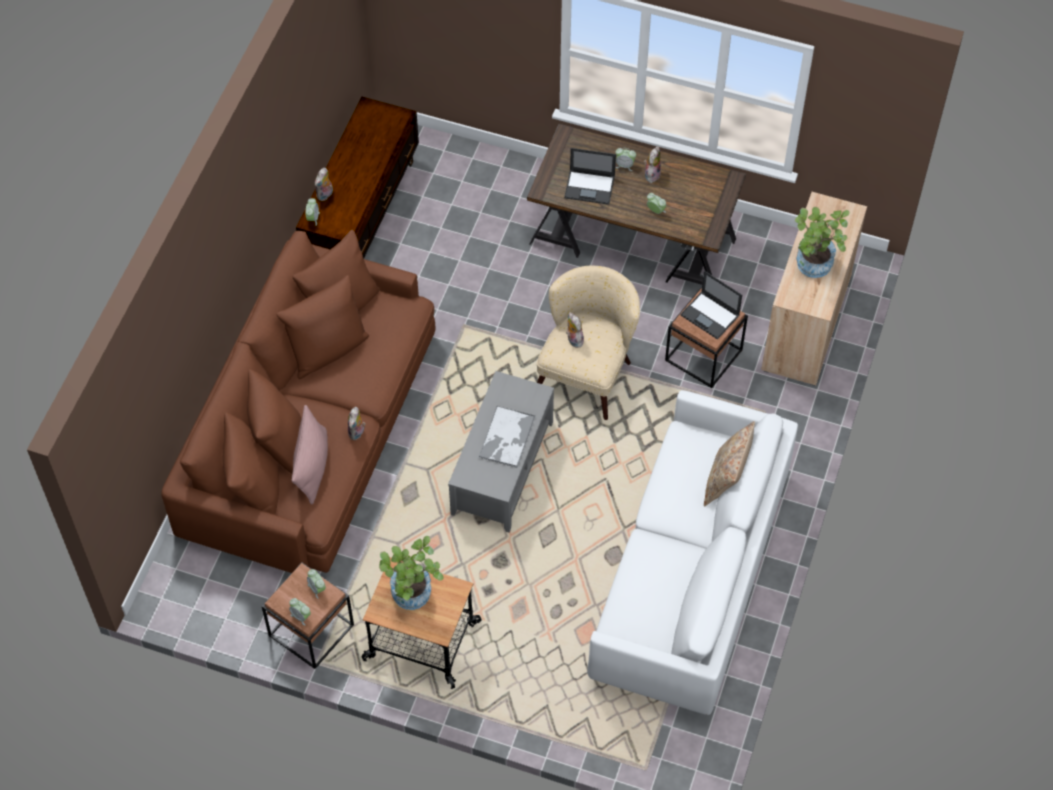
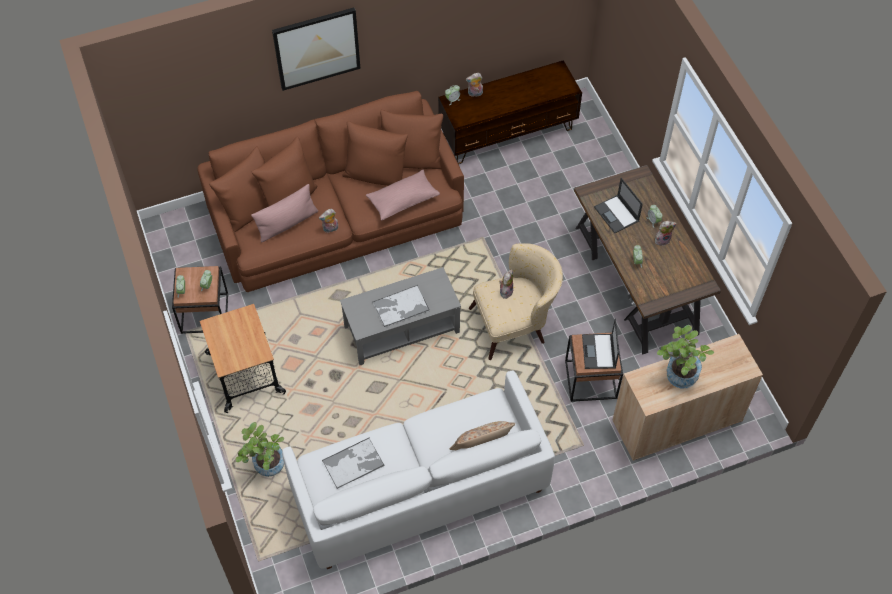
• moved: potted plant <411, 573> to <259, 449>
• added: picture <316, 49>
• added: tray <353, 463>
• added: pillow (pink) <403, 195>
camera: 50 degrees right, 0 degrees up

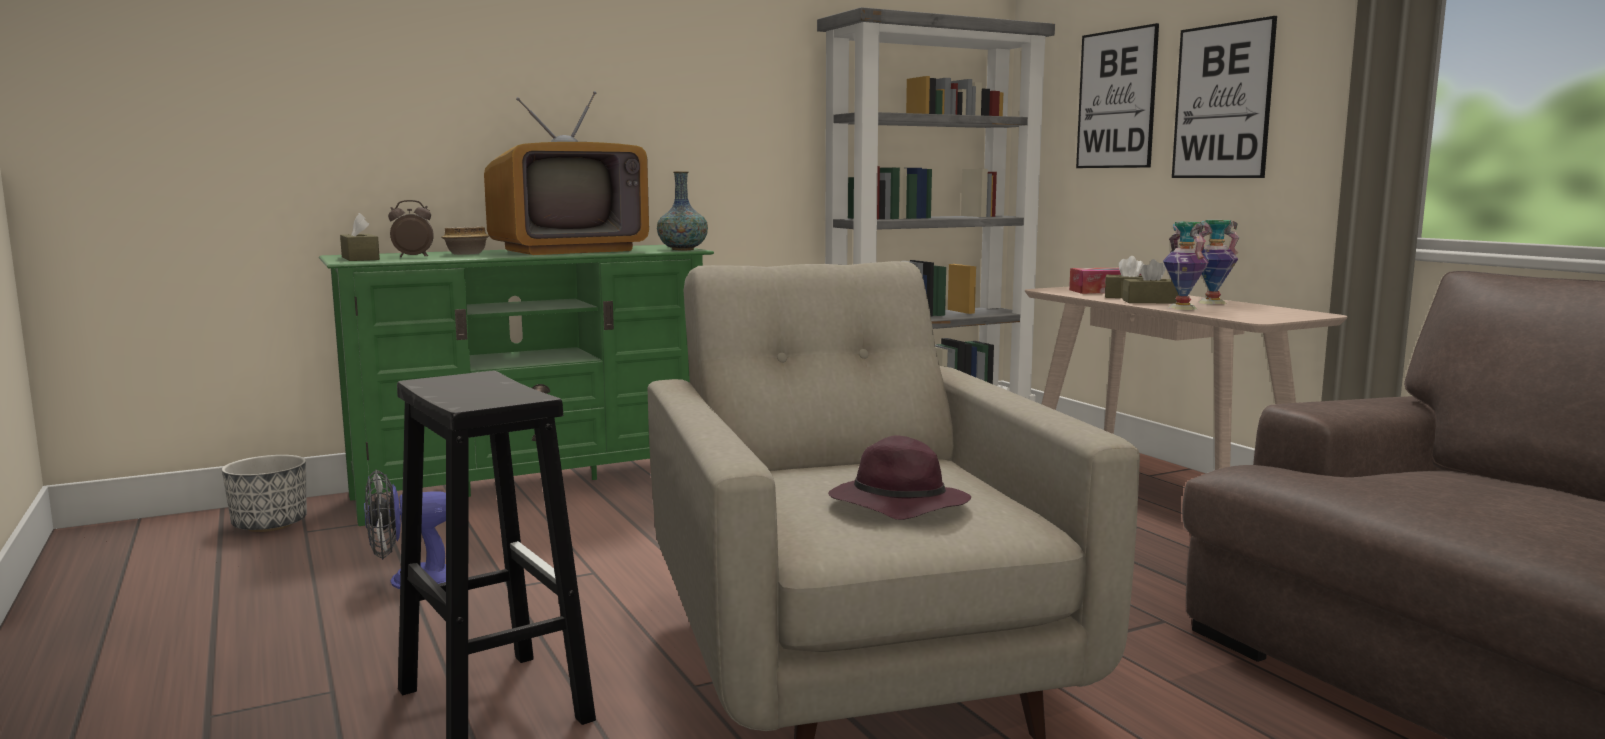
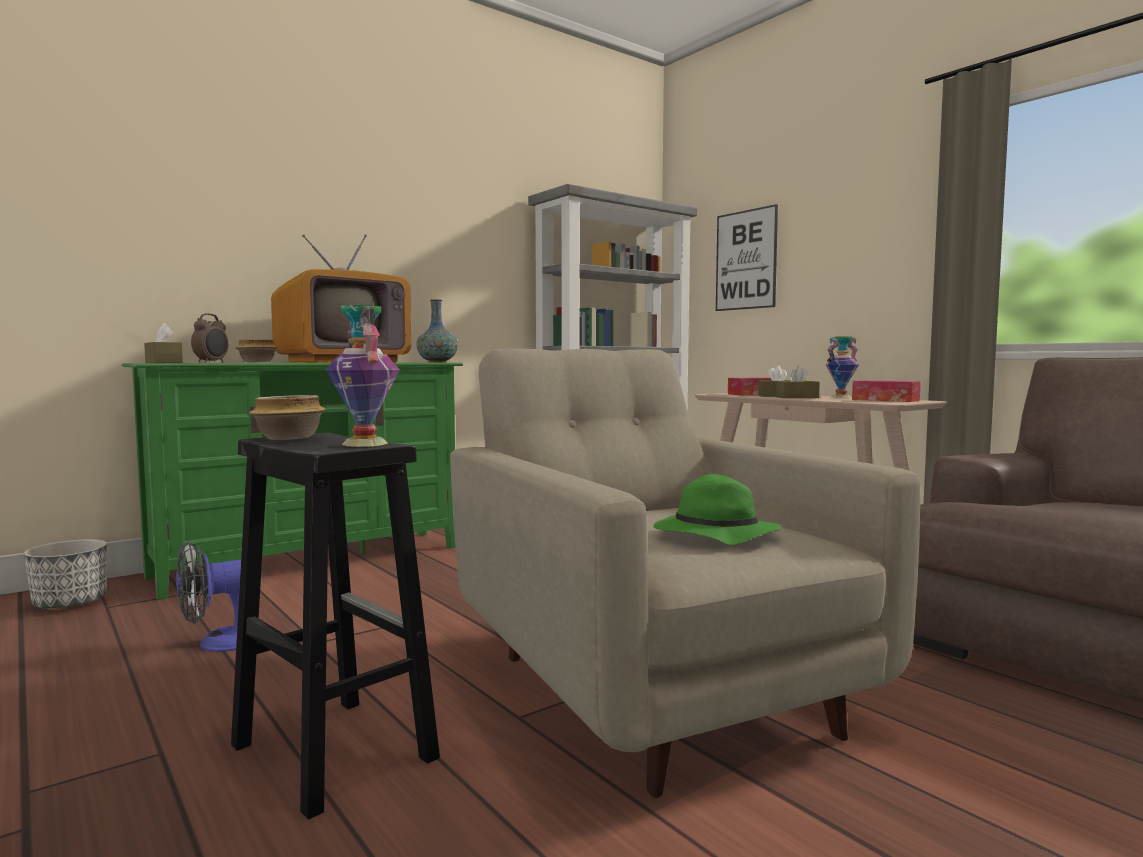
• turned: alarm clock <411, 228> = <209, 338> 135 degrees clockwise
• added: bowl <287, 417>
• moved: vase <1186, 266> to <363, 376>
• recoloured: hat (purple) <899, 478> to hat (green) <717, 509>
• added: tissue box <886, 391>
• removed: picture <1224, 97>
camera: 10 degrees left, 5 degrees down

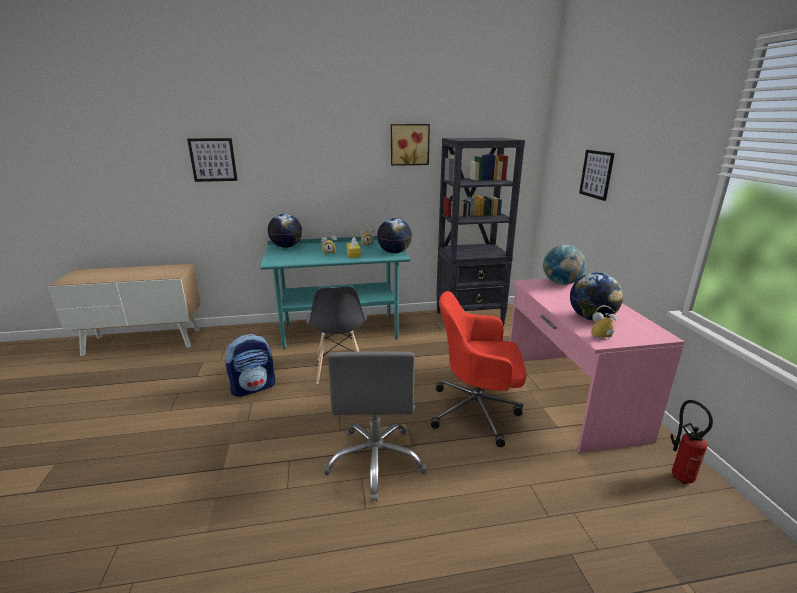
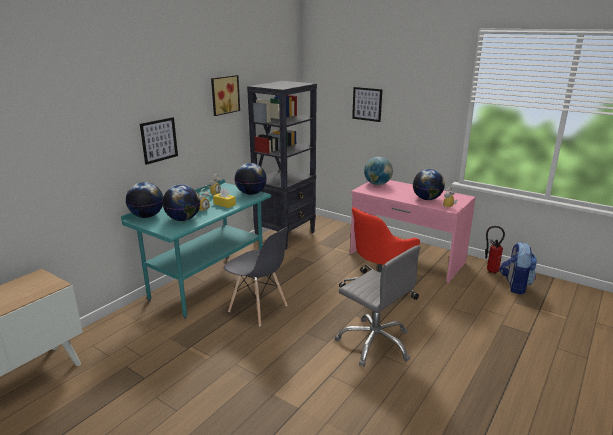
• moved: picture <212, 160> to <159, 141>
• added: globe <181, 202>
• moved: backpack <250, 365> to <518, 268>
camera: 45 degrees left, 0 degrees up

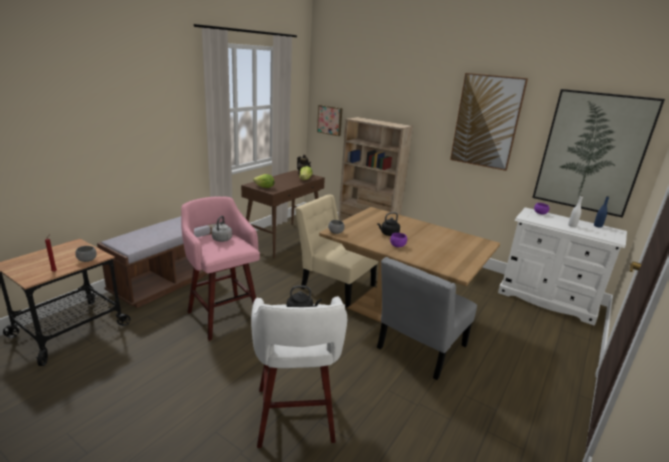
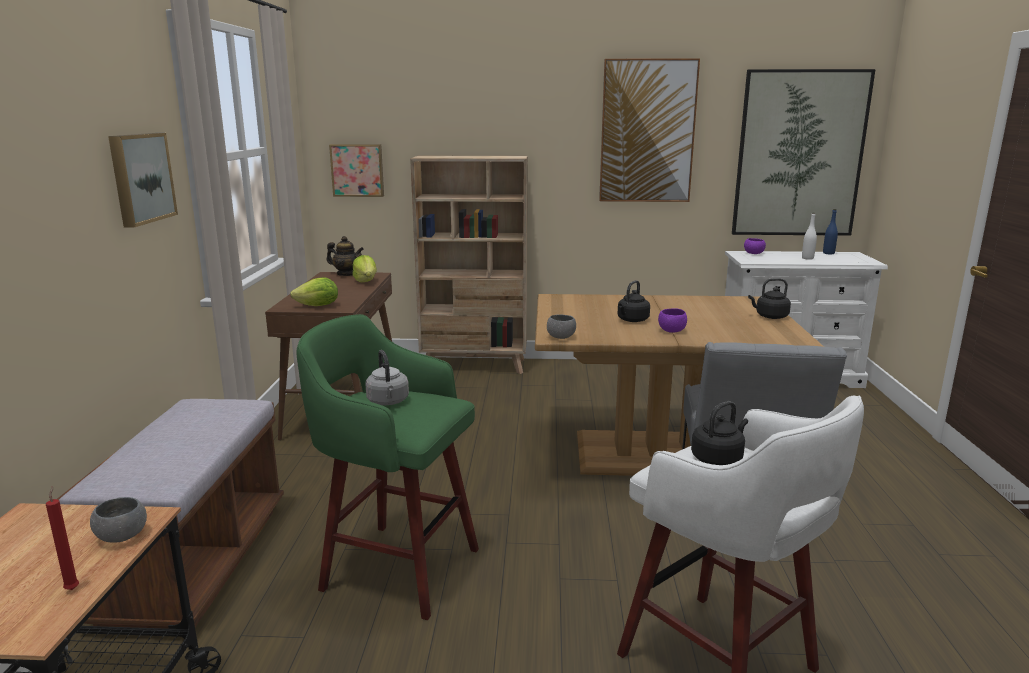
• added: picture <143, 180>
• recoloured: stool (pink) <220, 268> to stool (green) <388, 467>
• added: kettle (black) <769, 298>
• removed: chair (beige) <336, 250>
camera: 30 degrees left, 5 degrees down

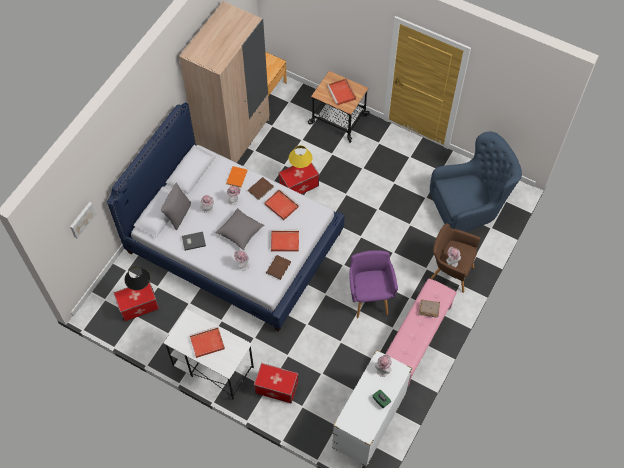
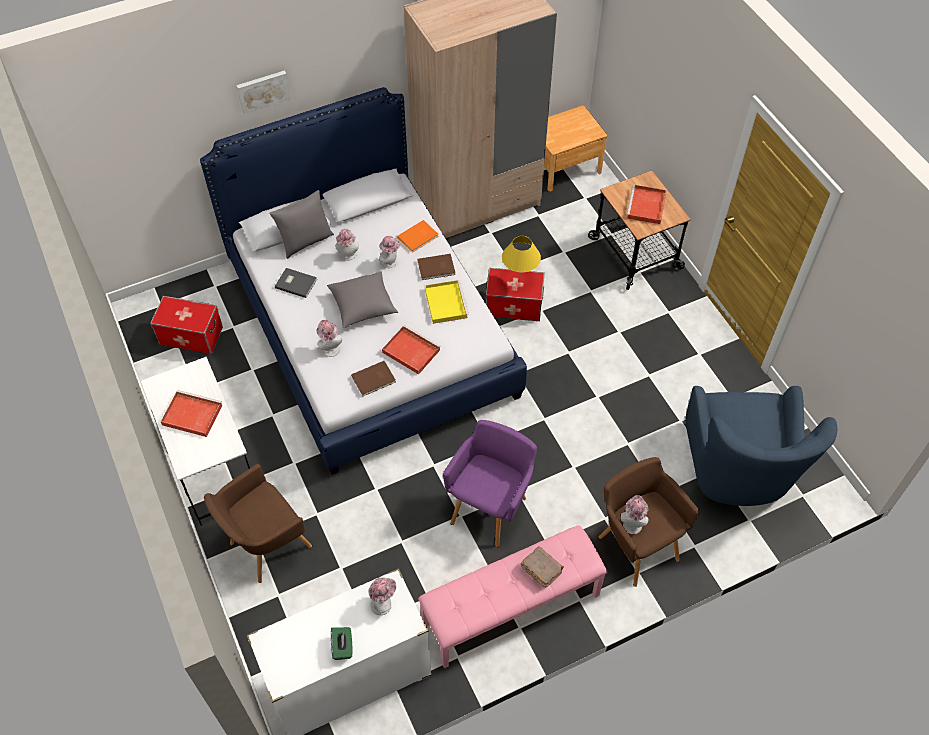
• replaced: storage box <276, 383> to armchair (brown) <258, 523>
• moved: picture <83, 220> to <263, 92>
• recoloured: tray (red) <281, 204> to tray (yellow) <447, 302>
• turned: armchair (blue) <476, 182> = <761, 446> 75 degrees clockwise
• removed: table lamp (black) <137, 279>
camera: 35 degrees right, 5 degrees down

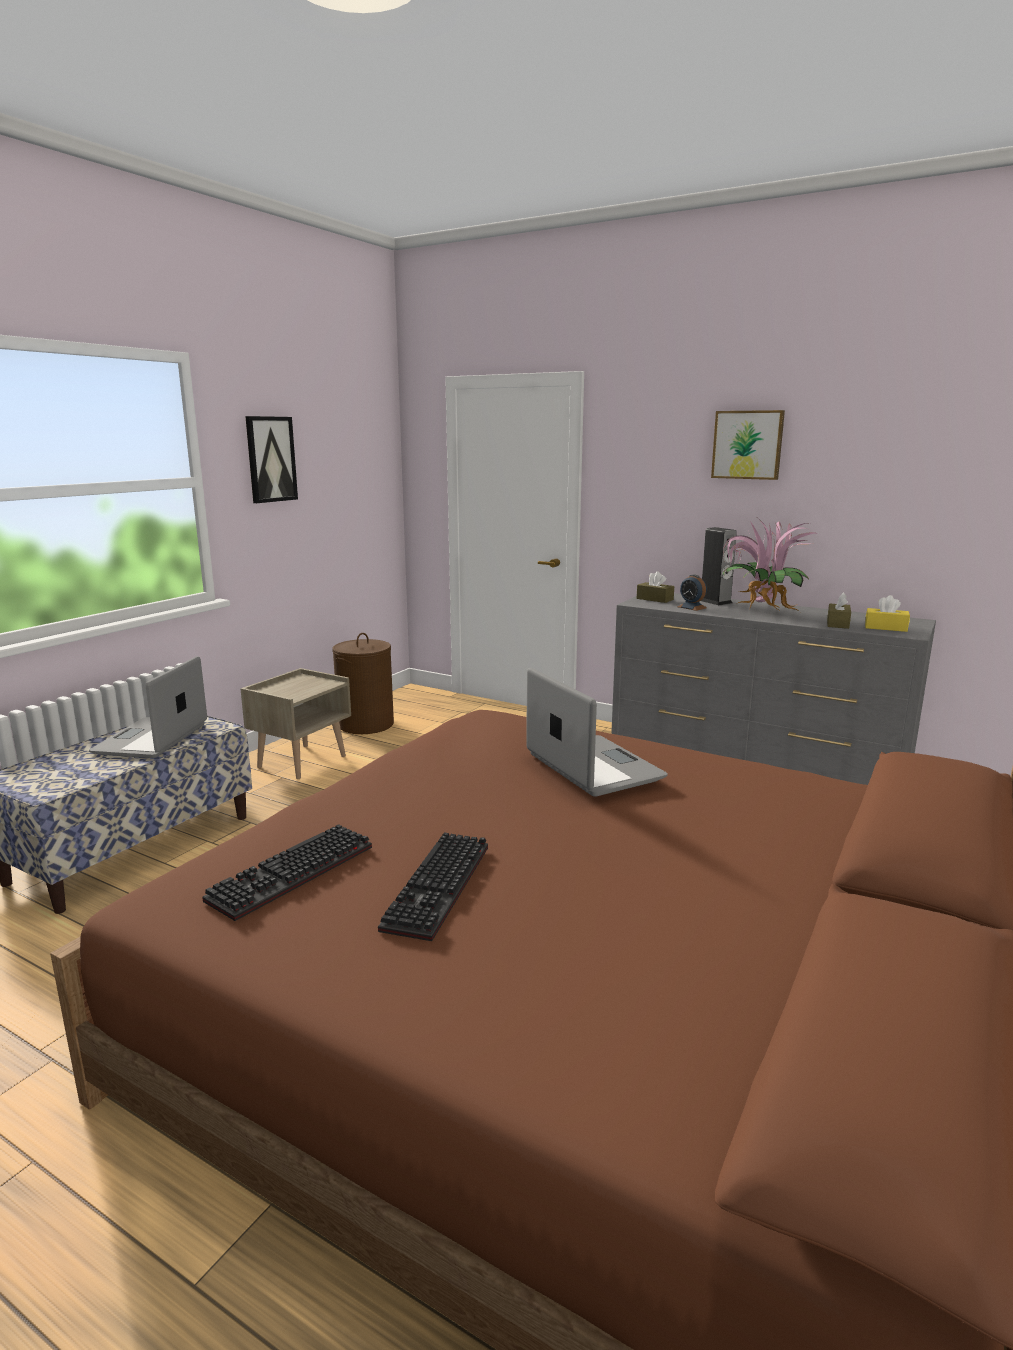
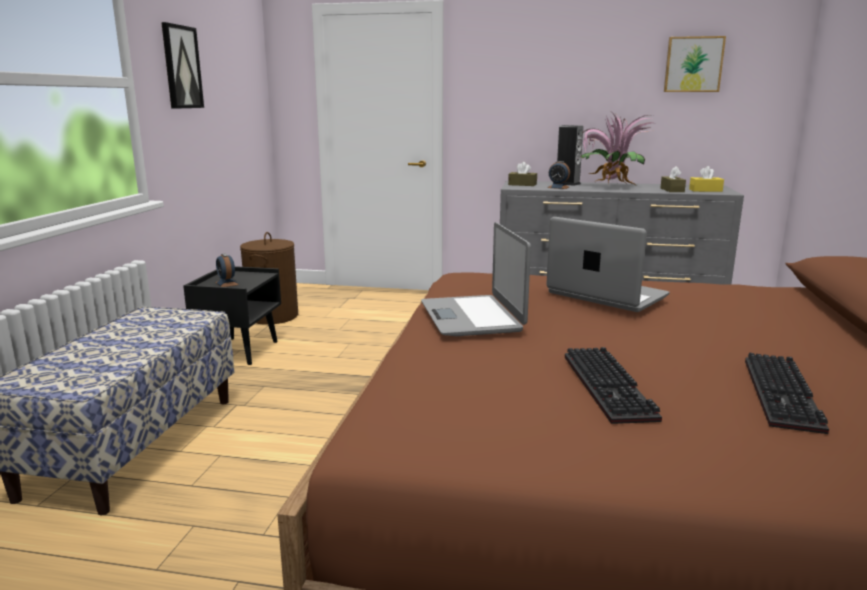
• recoloured: nightstand (beige) <295, 723> to nightstand (black) <232, 315>
• added: alarm clock <227, 270>
• moved: laptop <148, 707> to <476, 279>
• moved: picture <748, 445> to <695, 64>
• moved: keyboard <287, 872> to <787, 393>
camera: 20 degrees left, 0 degrees up

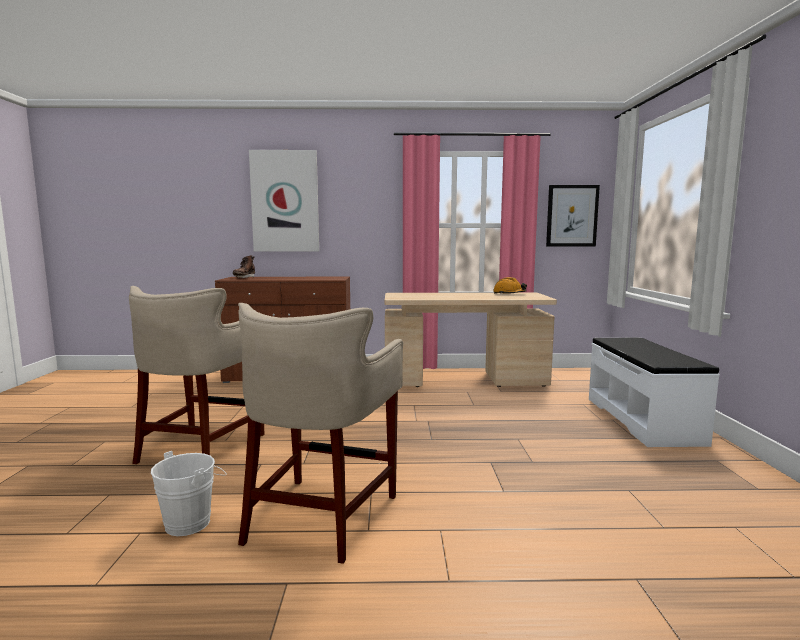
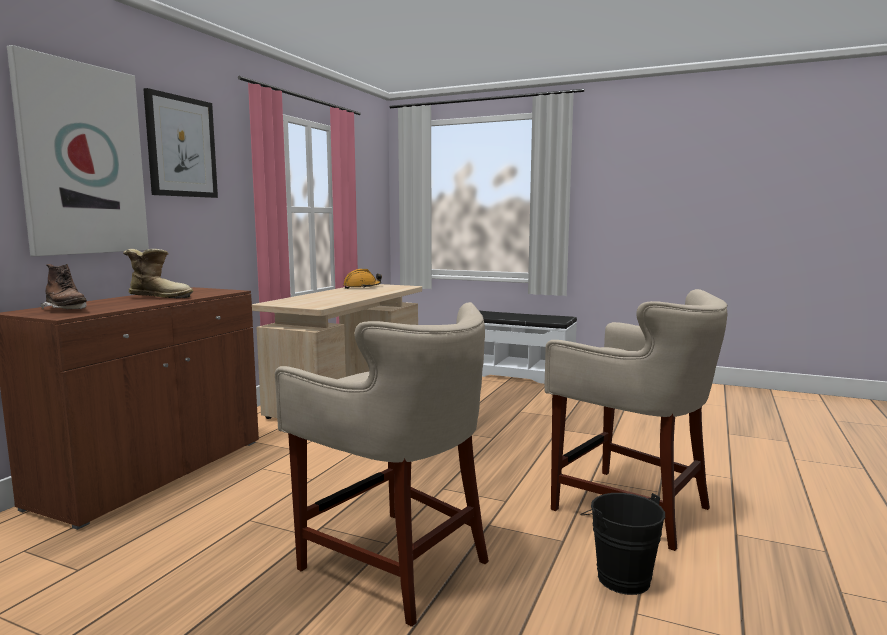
• added: boot <158, 273>
• moved: picture <573, 216> to <180, 143>
• recoloured: bucket (white) <189, 493> to bucket (black) <622, 544>
camera: 65 degrees left, 0 degrees up

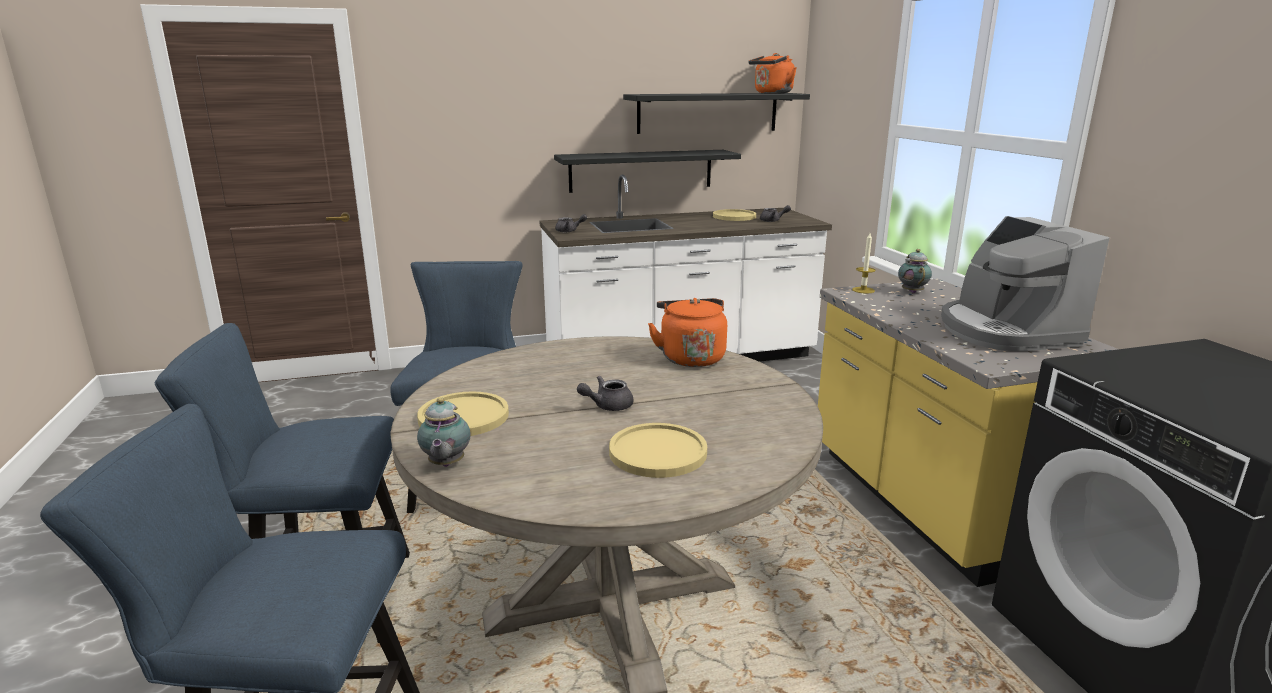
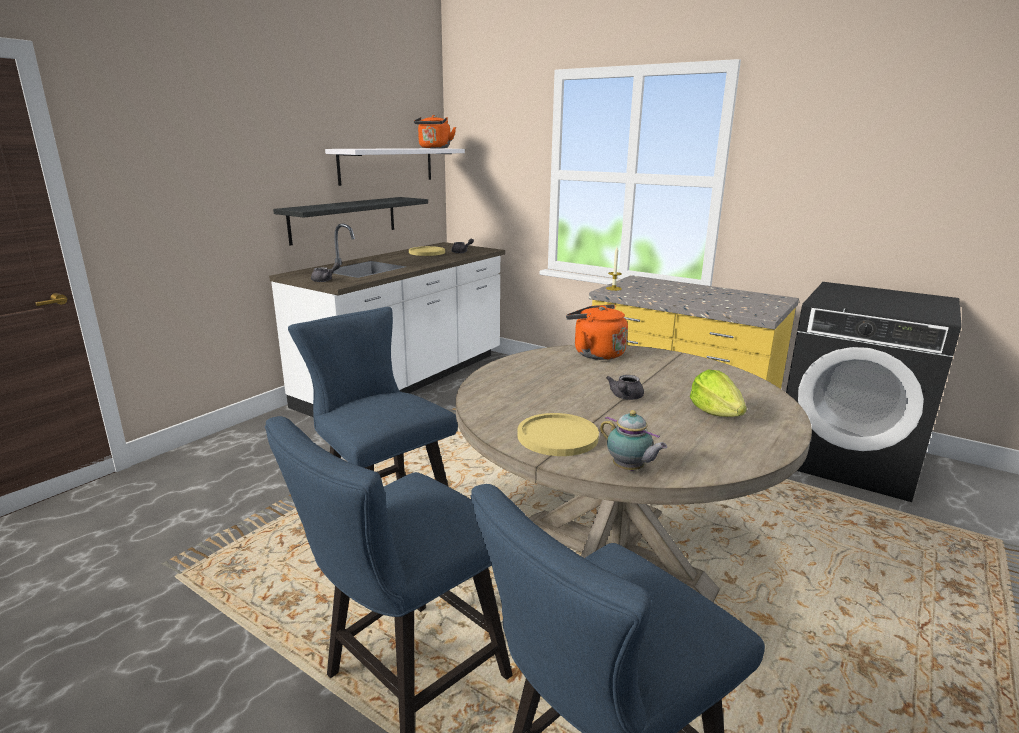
• recoloured: shelf (black) <716, 113> to shelf (white) <395, 167>
• replaced: plate (yellow) <658, 450> to lettuce <718, 393>
• removed: teapot <915, 271>
• removed: coffee machine <1025, 283>
camera: 40 degrees left, 0 degrees up

